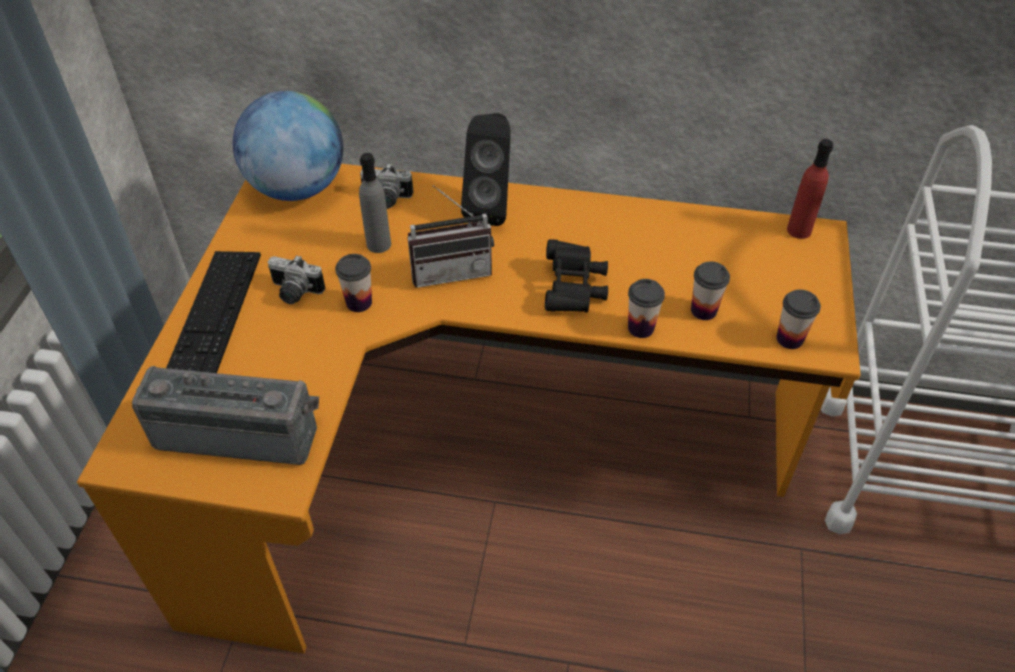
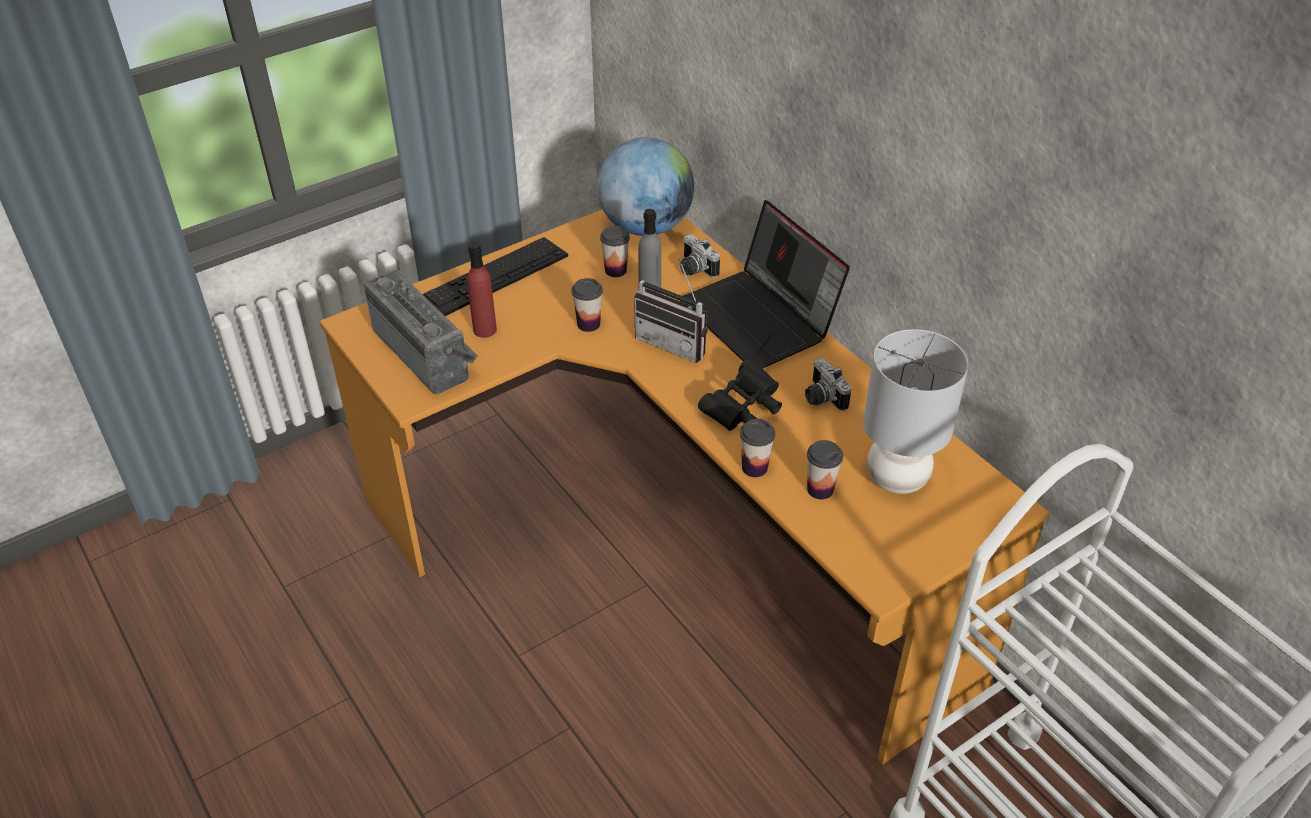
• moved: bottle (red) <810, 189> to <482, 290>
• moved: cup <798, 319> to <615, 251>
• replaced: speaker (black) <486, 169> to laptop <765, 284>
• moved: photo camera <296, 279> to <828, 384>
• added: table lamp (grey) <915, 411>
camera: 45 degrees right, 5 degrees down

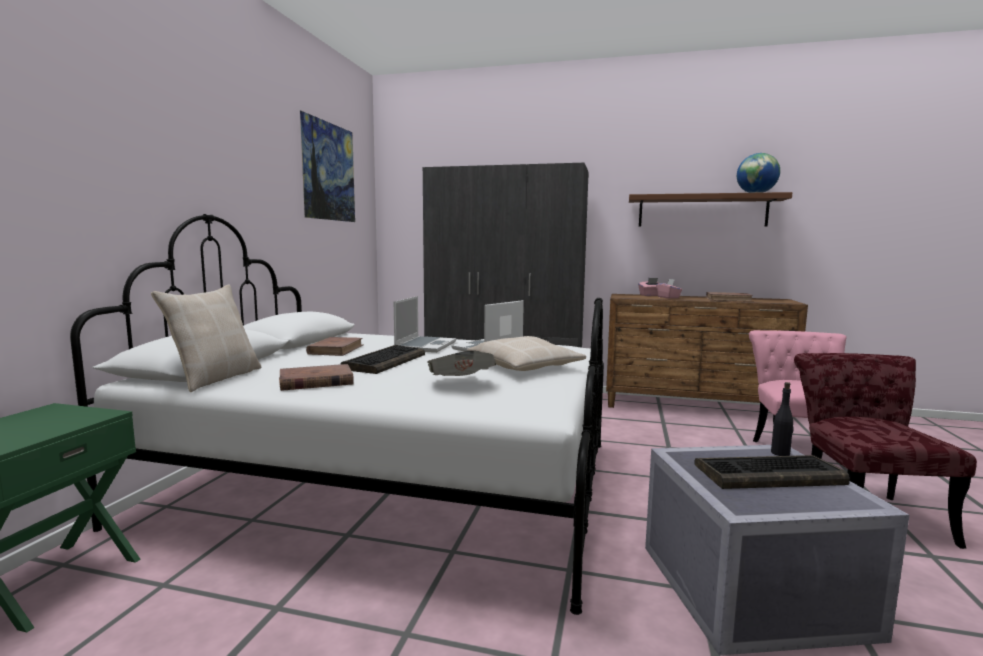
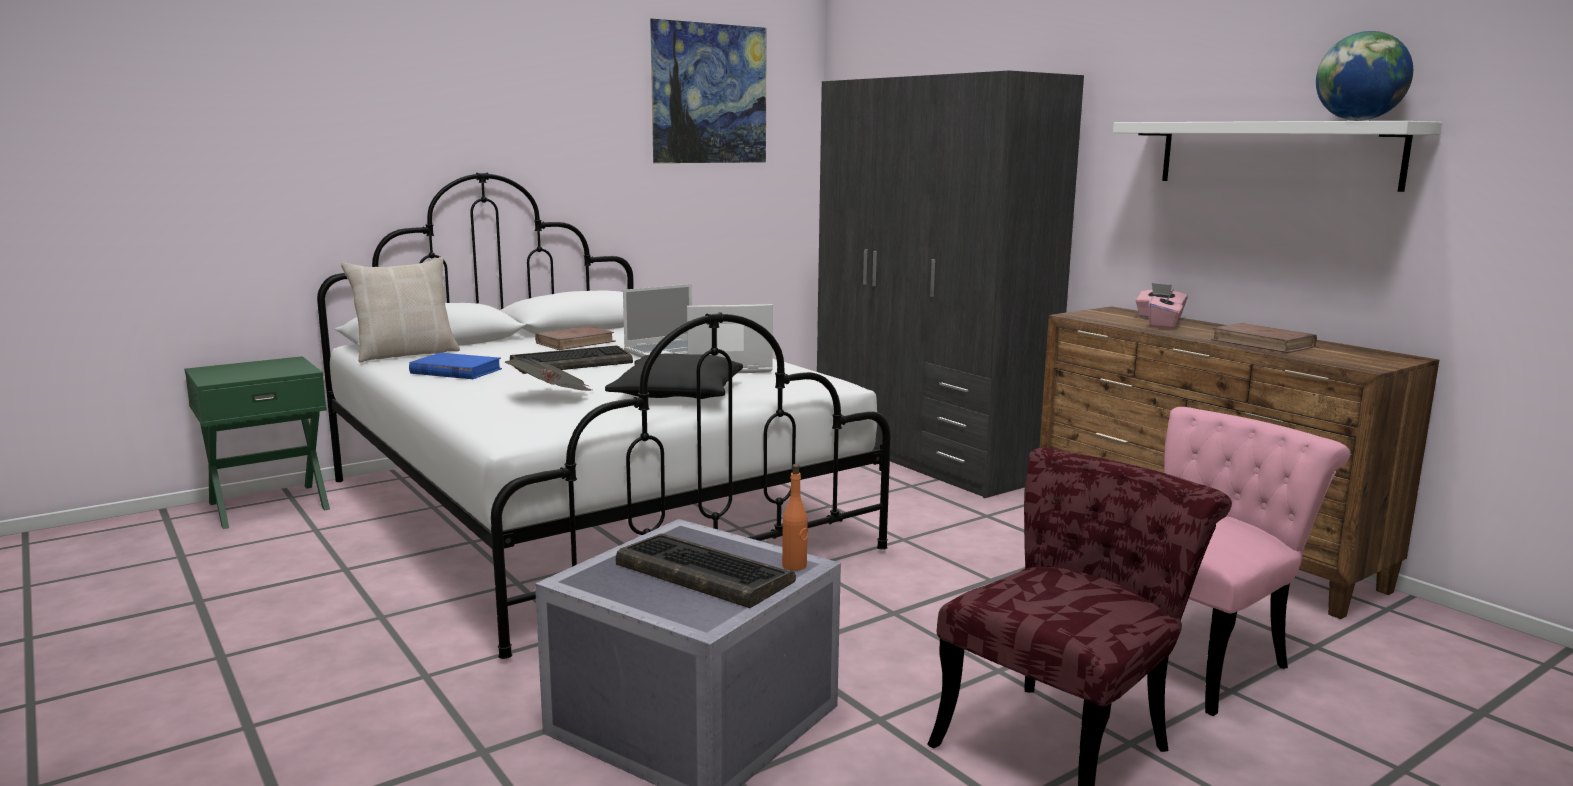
• recoloured: book (brown) <316, 377> to book (blue) <455, 366>
• recoloured: pillow (beige) <526, 353> to pillow (black) <674, 376>
• recoloured: bottle (black) <782, 419> to bottle (orange) <795, 517>
• recoloured: shelf (brown) <711, 209> to shelf (white) <1277, 156>
camera: 40 degrees right, 5 degrees up

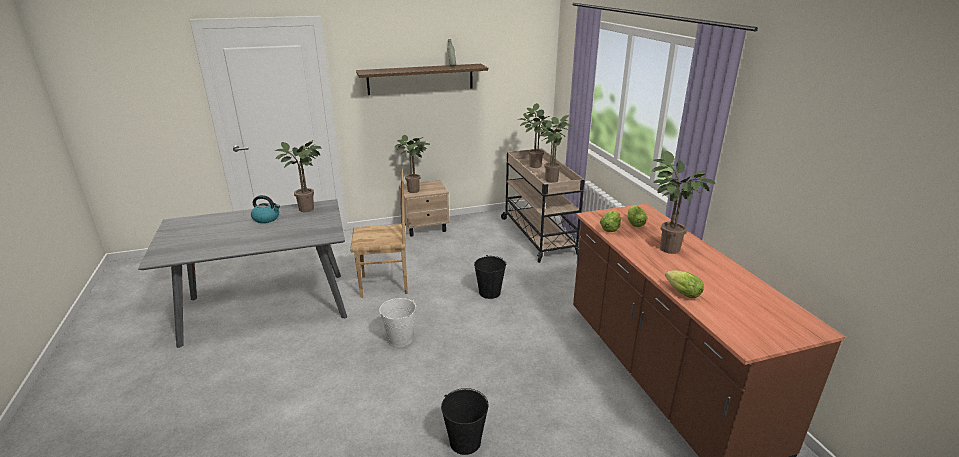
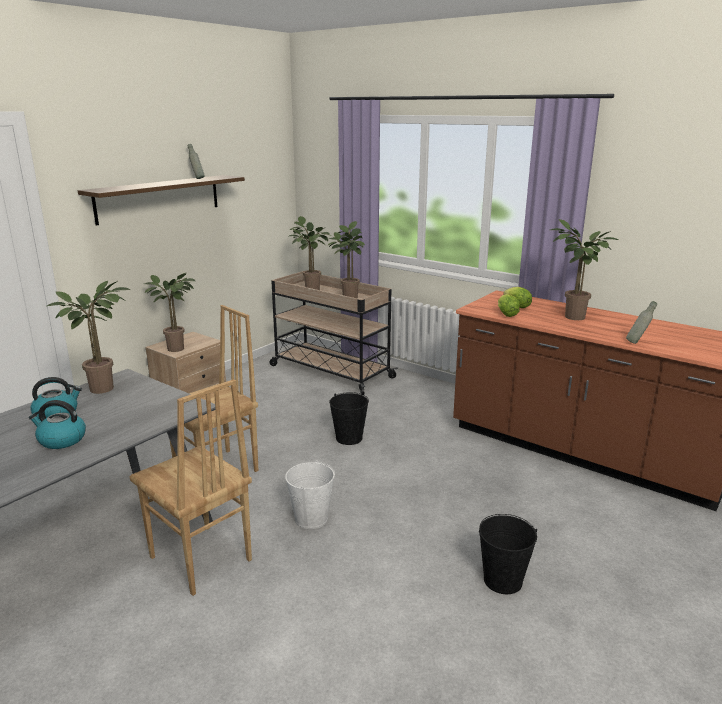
• added: kettle <57, 424>
• added: chair (brown) <191, 487>
• replaced: lettuce <684, 284> to bottle (grey) <641, 322>
camera: 35 degrees left, 5 degrees down

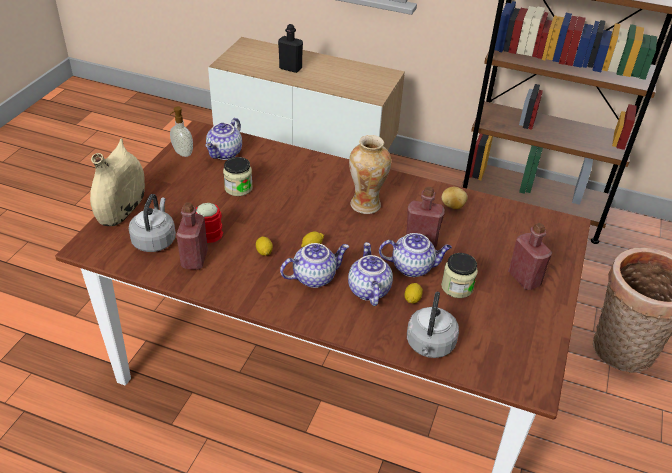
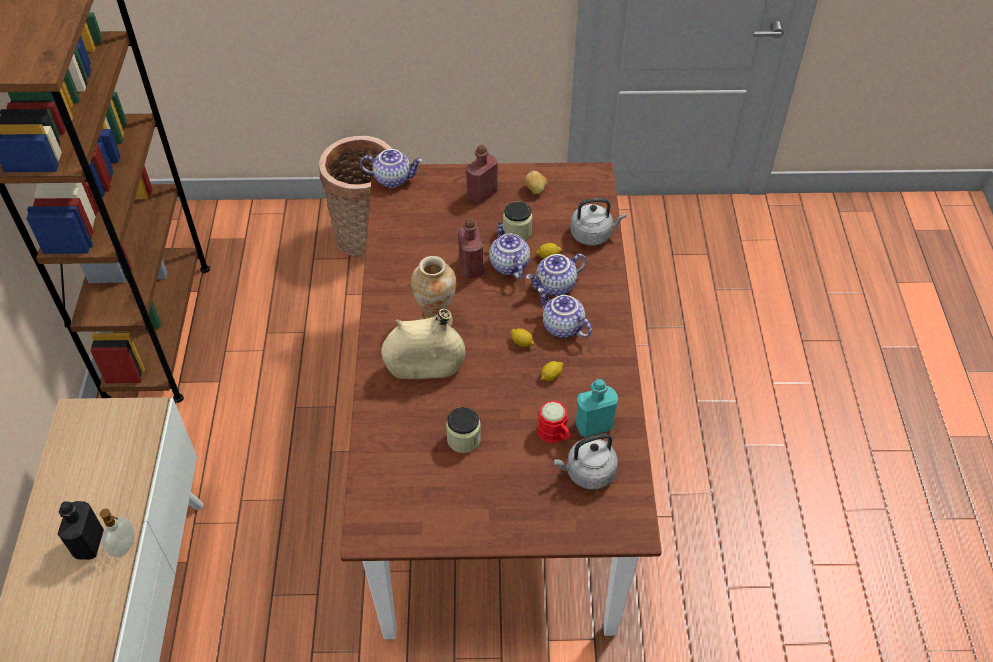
• moved: soap dispenser <181, 132> to <117, 533>
• moved: teapot <223, 139> to <391, 168>
• moved: vase (beige) <117, 182> to <423, 344>
• moved: potato <454, 198> to <536, 182>
• recoloured: bottle (red) <192, 236> to bottle (turquoise) <597, 408>
camera: 110 degrees left, 10 degrees up

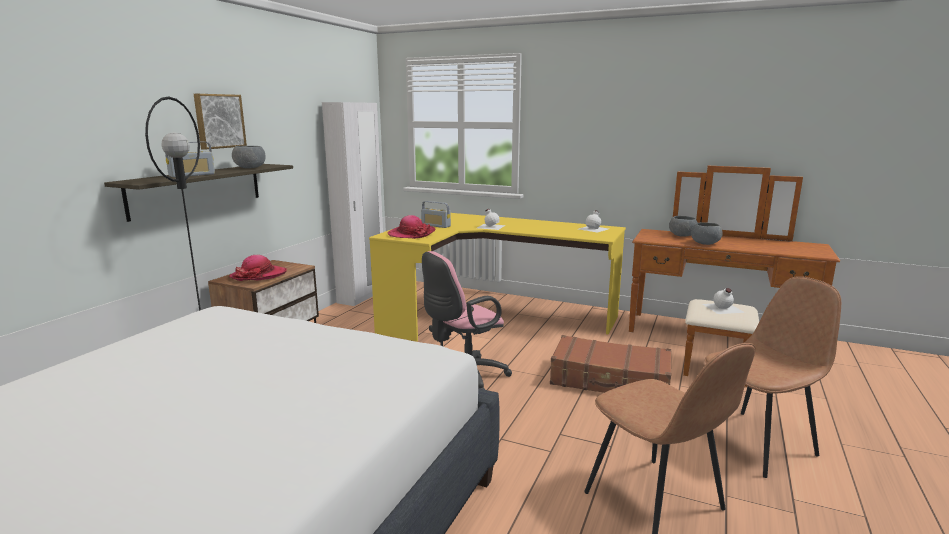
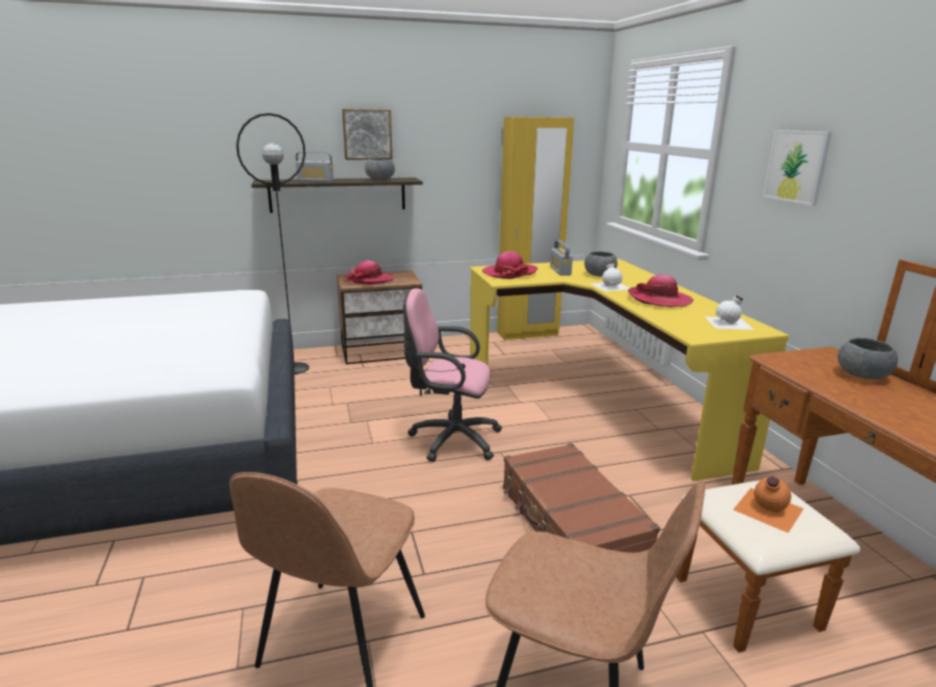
• recoloured: wardrobe (white) <352, 204> to wardrobe (yellow) <535, 228>
• moved: bowl (grey) <707, 233> to <600, 264>
• added: hat <660, 290>
• recoloured: bottle (white) <724, 301> to bottle (orange) <768, 504>
• added: picture <797, 168>
camera: 50 degrees right, 5 degrees up

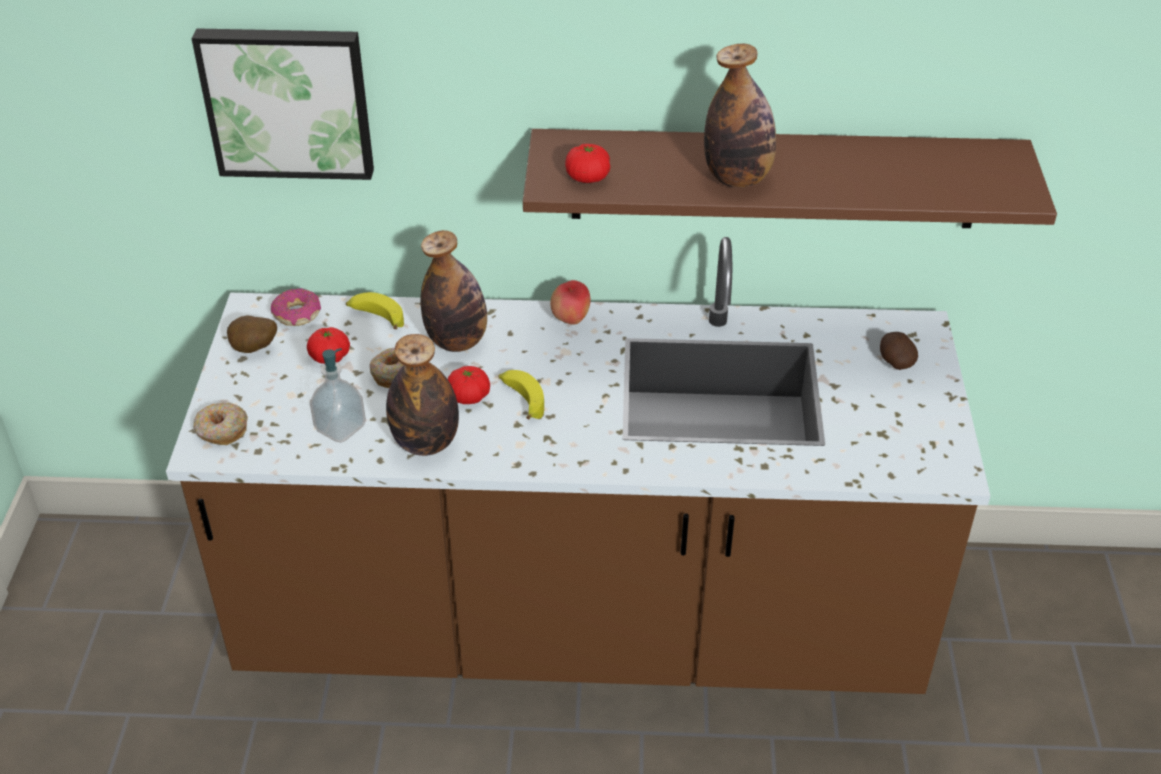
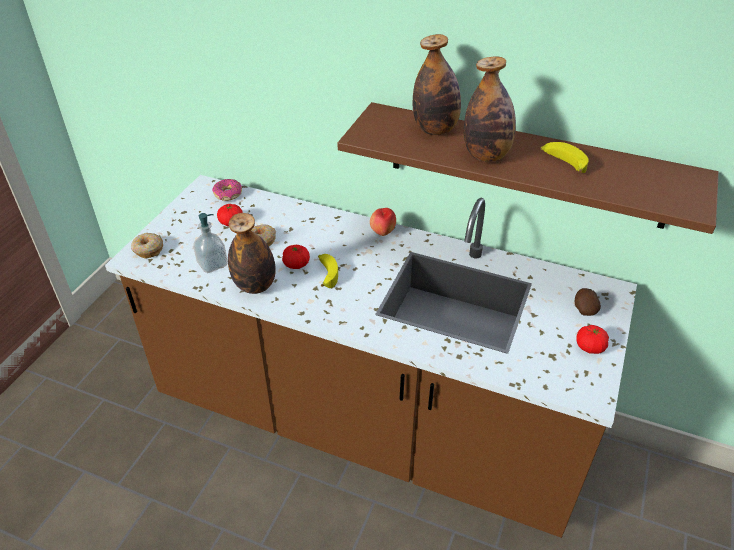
• moved: bottle <454, 291> to <437, 84>
• moved: banana <375, 310> to <565, 157>
• moved: tomato <587, 163> to <592, 339>
• removed: picture <283, 104>
• removed: potato <252, 334>
camera: 20 degrees right, 0 degrees up

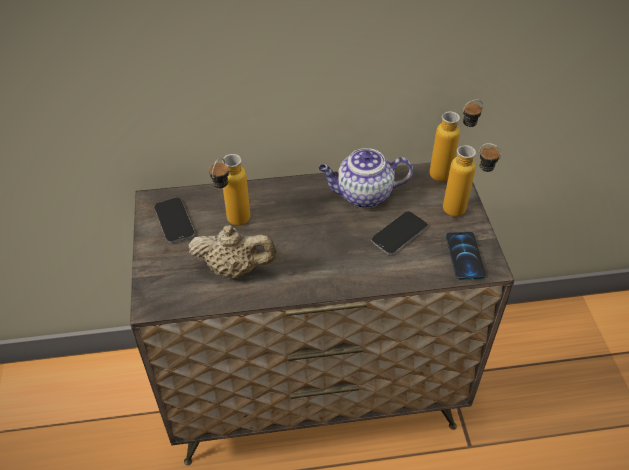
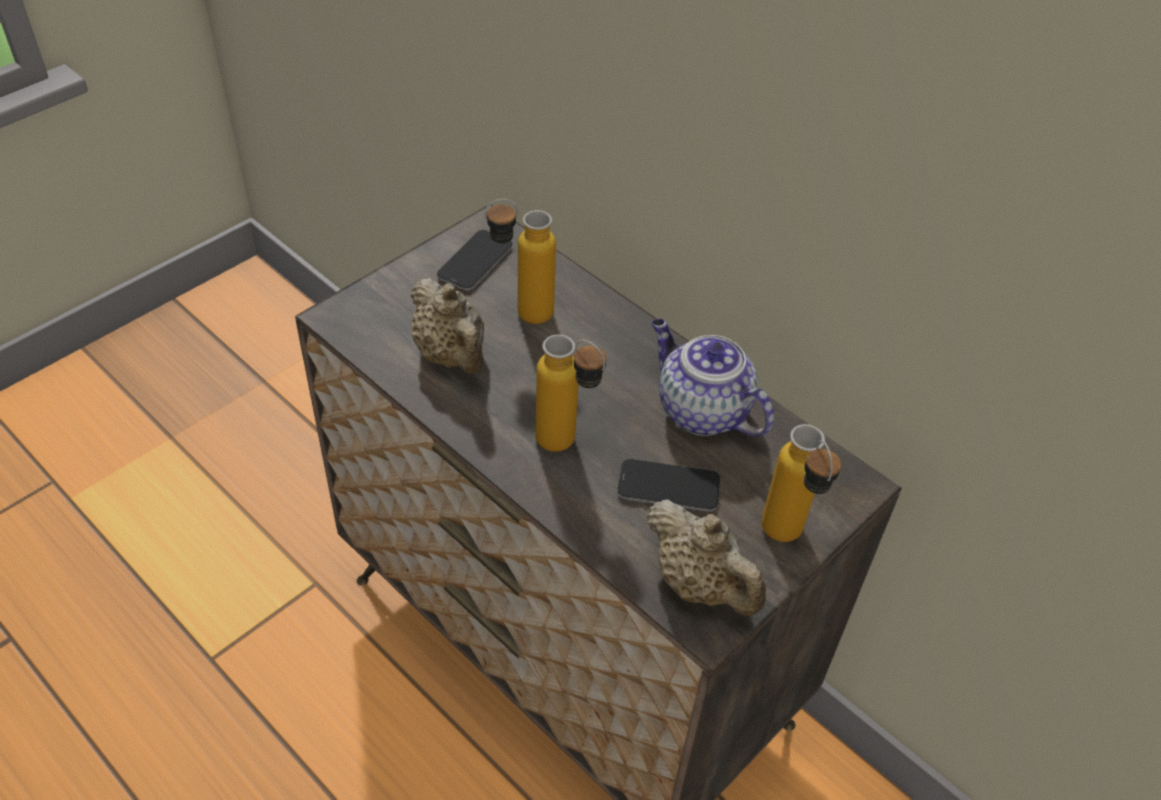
• moved: bottle <456, 141> to <570, 393>
• replaced: phone <465, 256> to teapot (beige) <706, 558>
camera: 50 degrees right, 0 degrees up

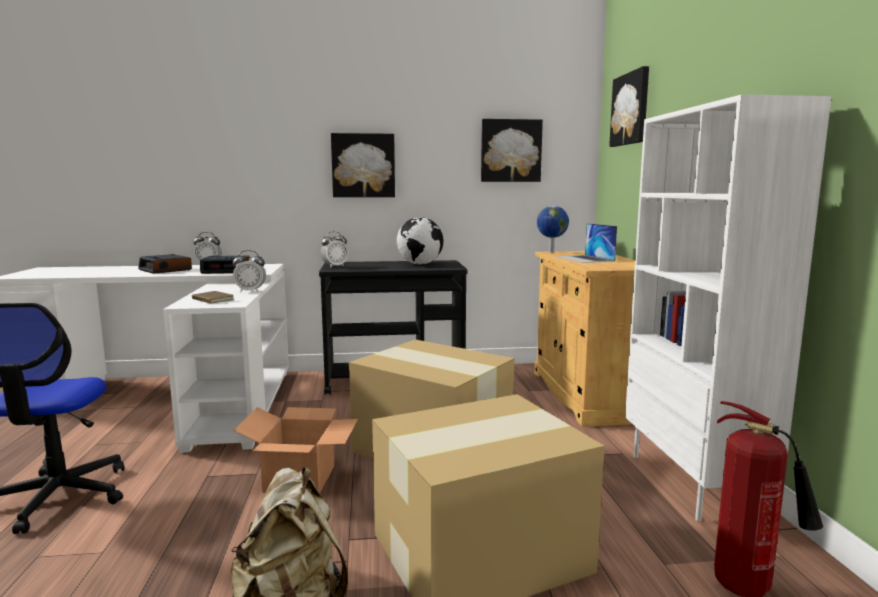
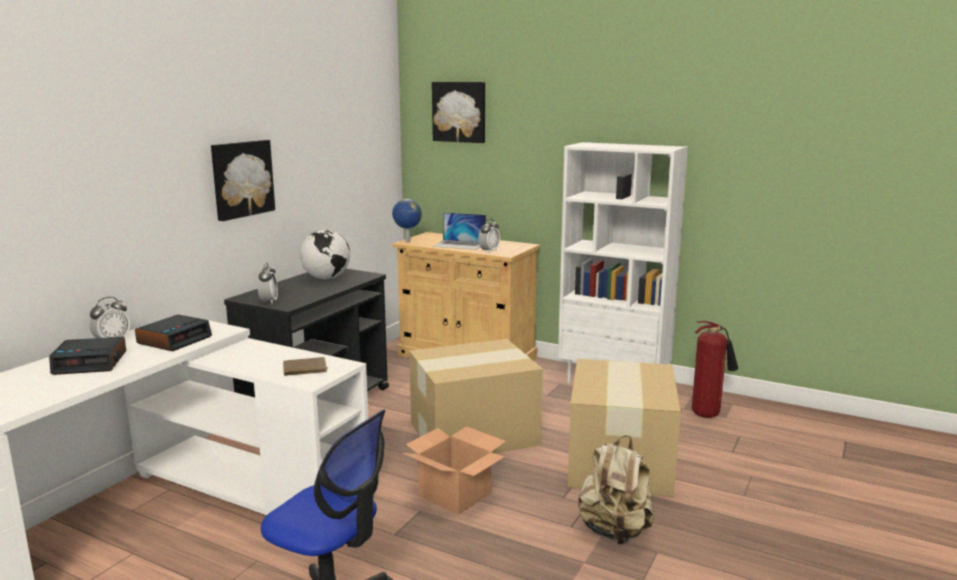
• moved: alarm clock <249, 271> to <489, 235>
• removed: picture <512, 150>
camera: 55 degrees left, 5 degrees up

